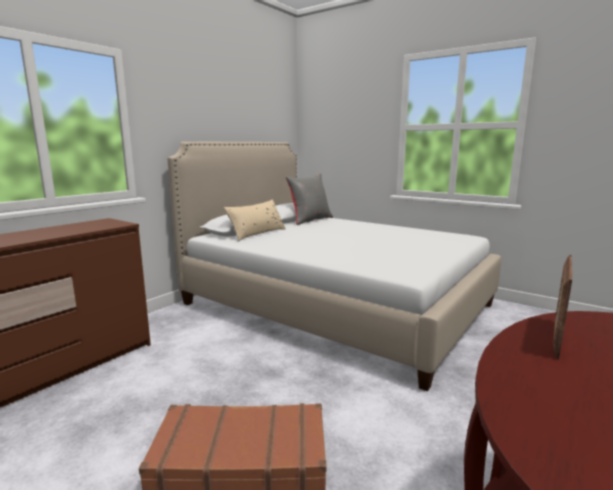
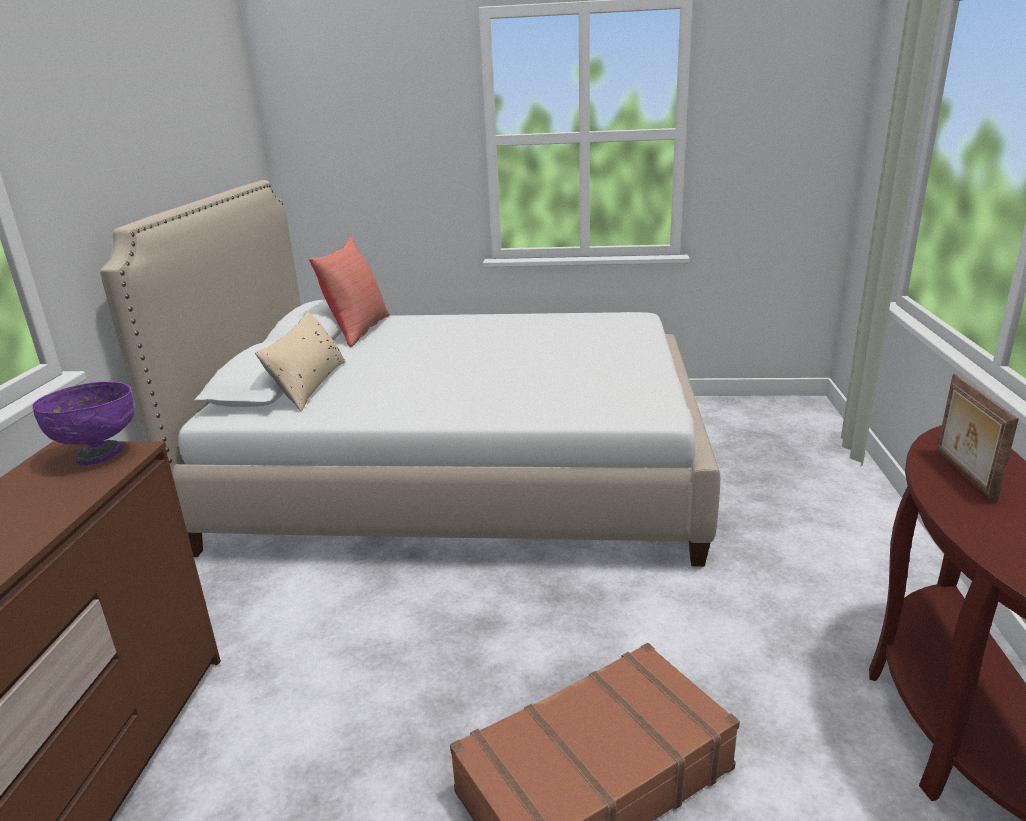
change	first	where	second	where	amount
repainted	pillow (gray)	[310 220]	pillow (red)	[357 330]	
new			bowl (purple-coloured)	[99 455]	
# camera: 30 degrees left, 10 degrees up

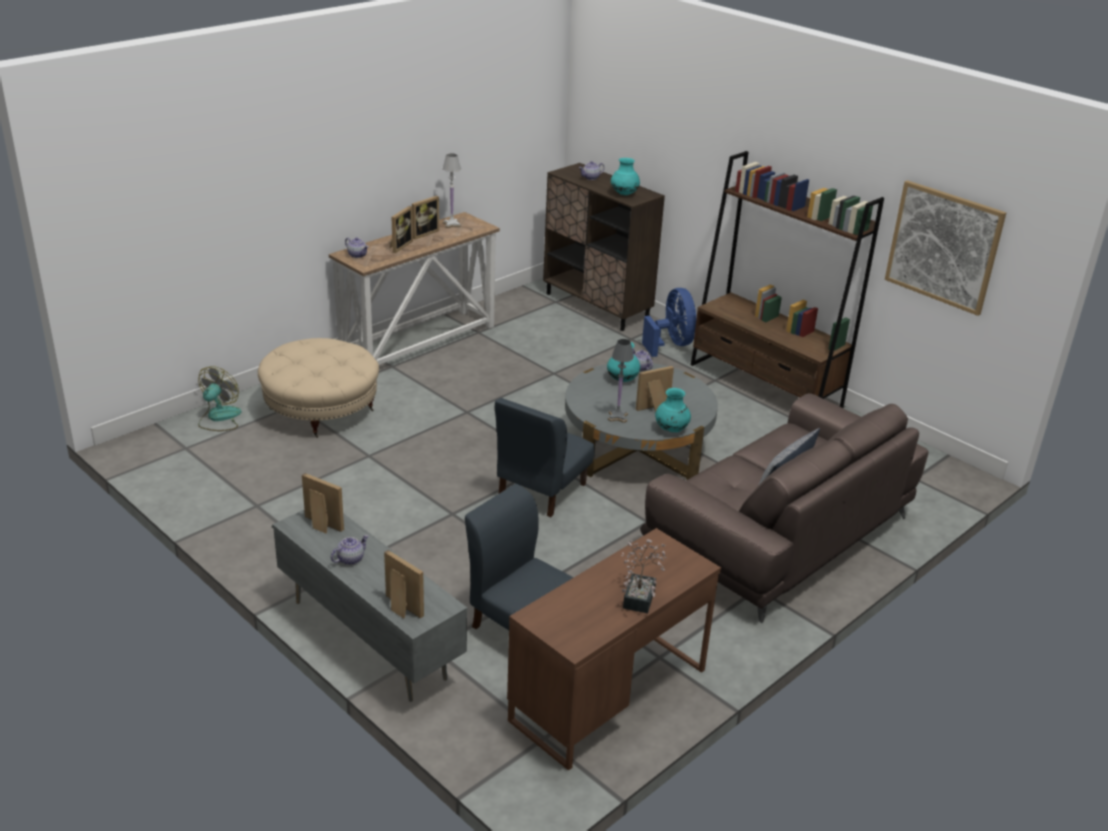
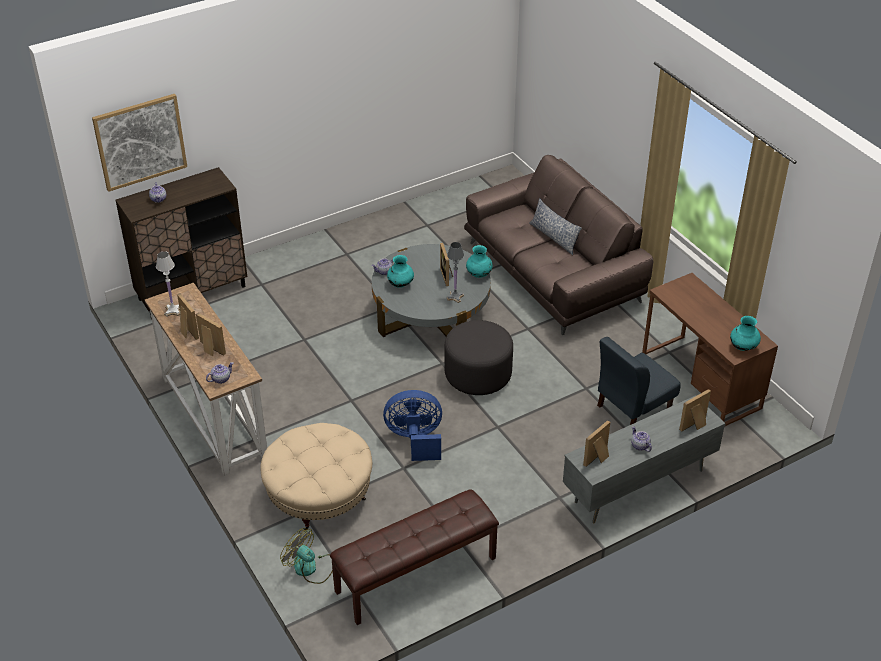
change	first	where	second	where	amount
gone	bookshelf (brown-coloured)	[765 386]			
shifted	vase (blue-green)	[624 194]		[743 347]	
shifted	picture	[943 247]		[140 142]	
shifted	electric fan (bluish)	[671 344]		[415 440]	
swapped	chair (bluish)	[541 491]	ottoman (gray)	[478 374]	
gone	plant in a pot	[640 595]			
new			long seat (brown-coloured)	[416 575]	
# camera: 75 degrees left, 10 degrees up

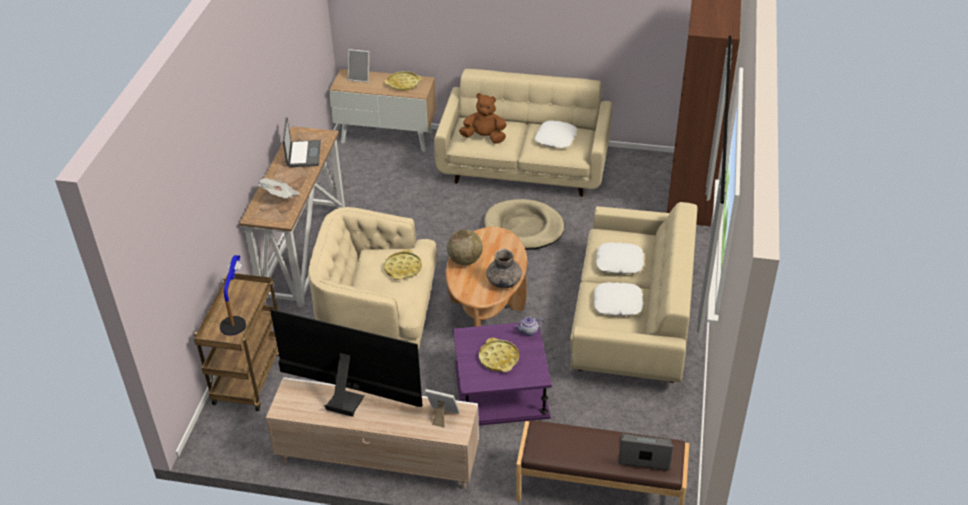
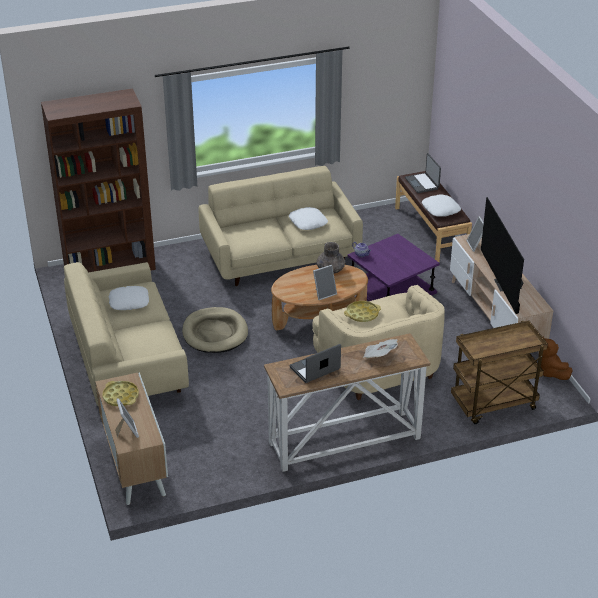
change	first	where	second	where	amount
shifted	soft toy (brown-coloured)	[484 137]		[550 372]	
swapped	world globe	[465 260]	standing frame	[324 293]	
shifted	pillow (white)	[619 263]		[441 209]	
gone	table lamp	[236 315]			
gone	serving tray (yellow-coloured)	[499 358]			
# camera: 120 degrees left, 5 degrees down

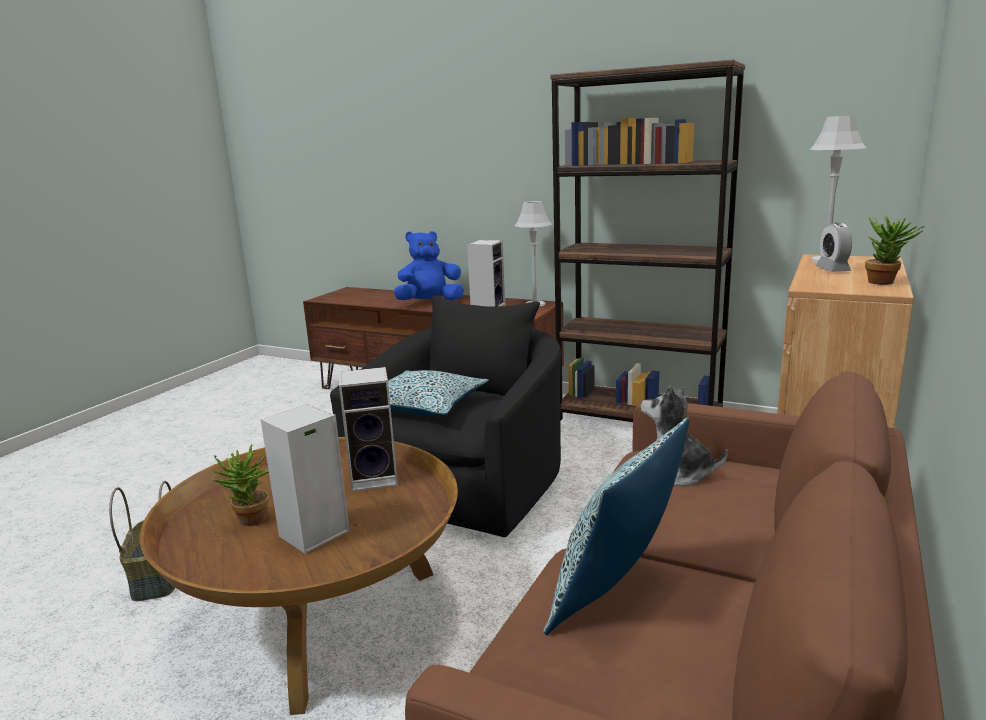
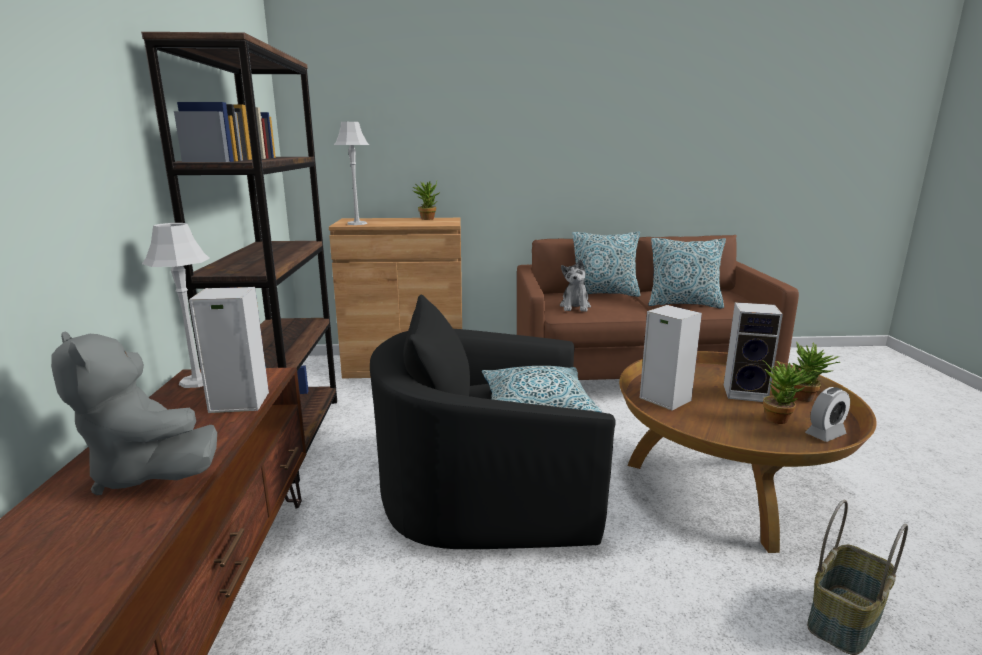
change	first	where	second	where	amount
shifted	table clock	[832 269]		[825 434]	
repainted	soft toy (bluish)	[429 302]	soft toy (gray)	[148 473]	
new			pillow	[604 294]	
new			plant in a pot	[807 399]	
# camera: 120 degrees left, 0 degrees up

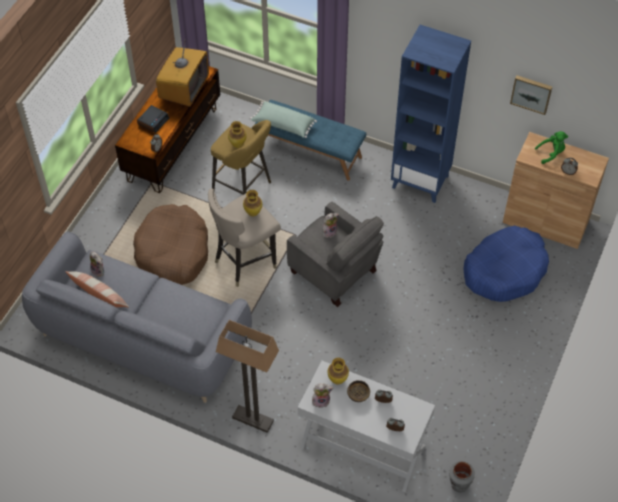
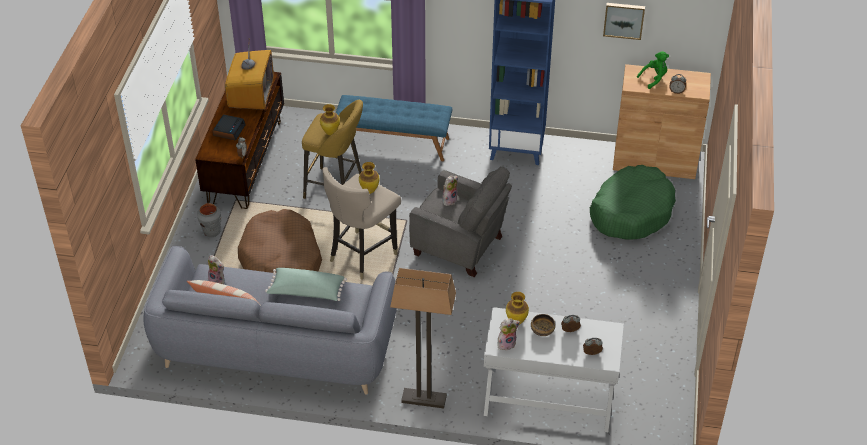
change	first	where	second	where	amount
shifted	pillow (green-coloured)	[283 125]		[306 292]	
repainted	pet bed (bluish)	[504 270]	pet bed (green-coloured)	[631 211]	
shifted	vase (gray)	[459 484]		[211 231]	
# camera: 15 degrees left, 10 degrees down

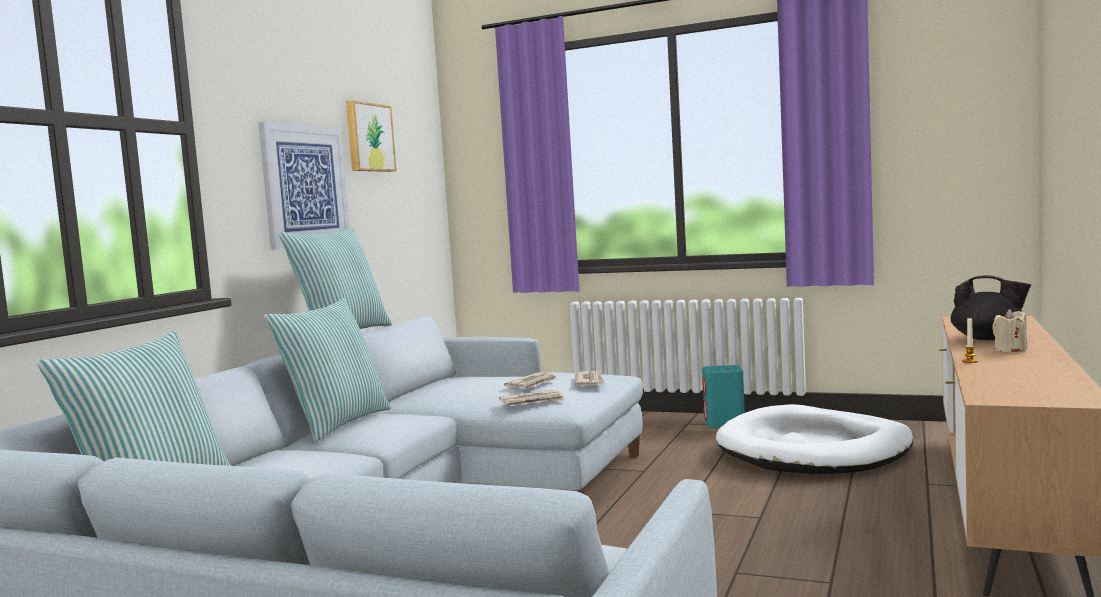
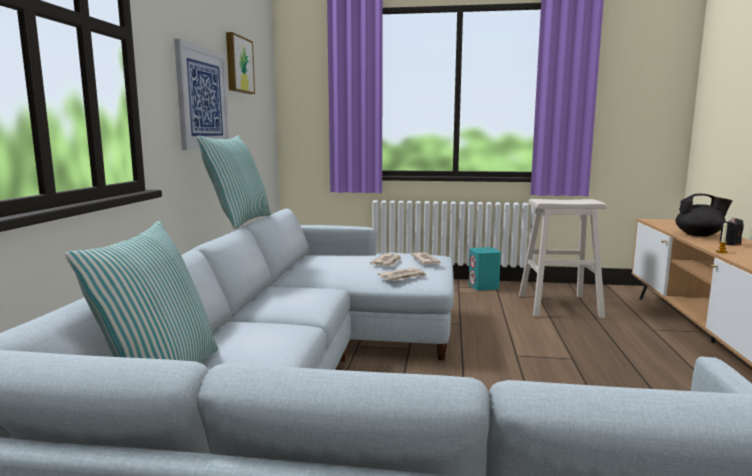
change	first	where	second	where	amount
gone	pillow	[336 424]			
repainted	candle (sand-coloured)	[1010 350]	candle (black)	[730 244]	
swapped	pet bed (white)	[814 450]	stool (sand-coloured)	[559 306]	
# camera: 15 degrees left, 5 degrees up

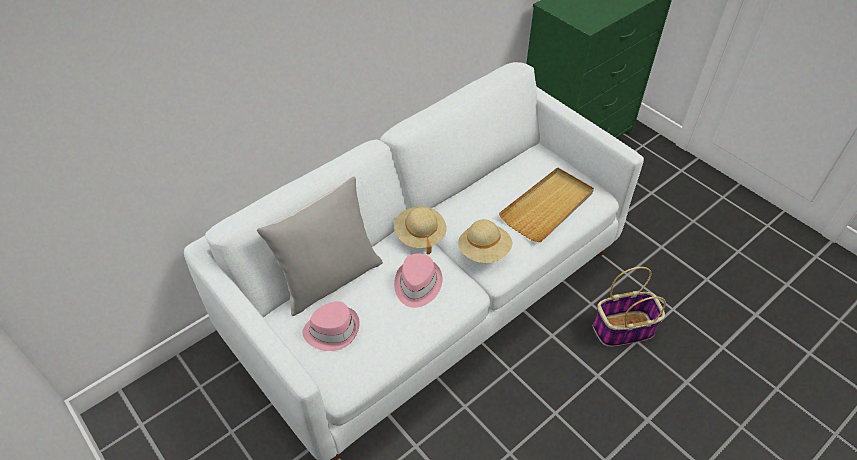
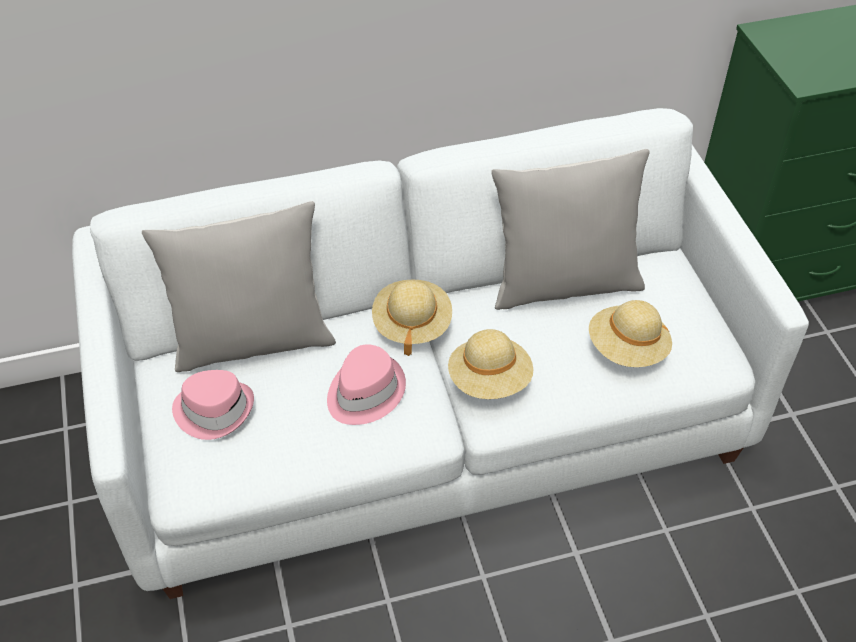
change	first	where	second	where	amount
swapped	serving tray (sand-coloured)	[548 207]	hat (sand-coloured)	[627 349]	
gone	basket	[623 330]			
new			pillow (gray)	[563 284]	
# camera: 25 degrees right, 0 degrees up

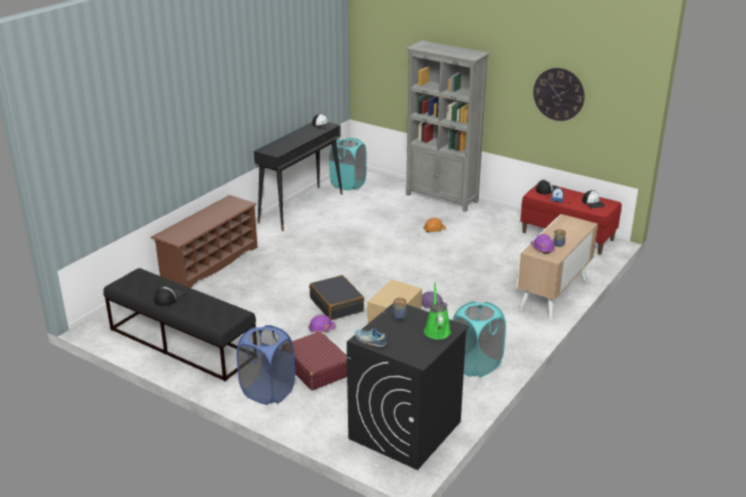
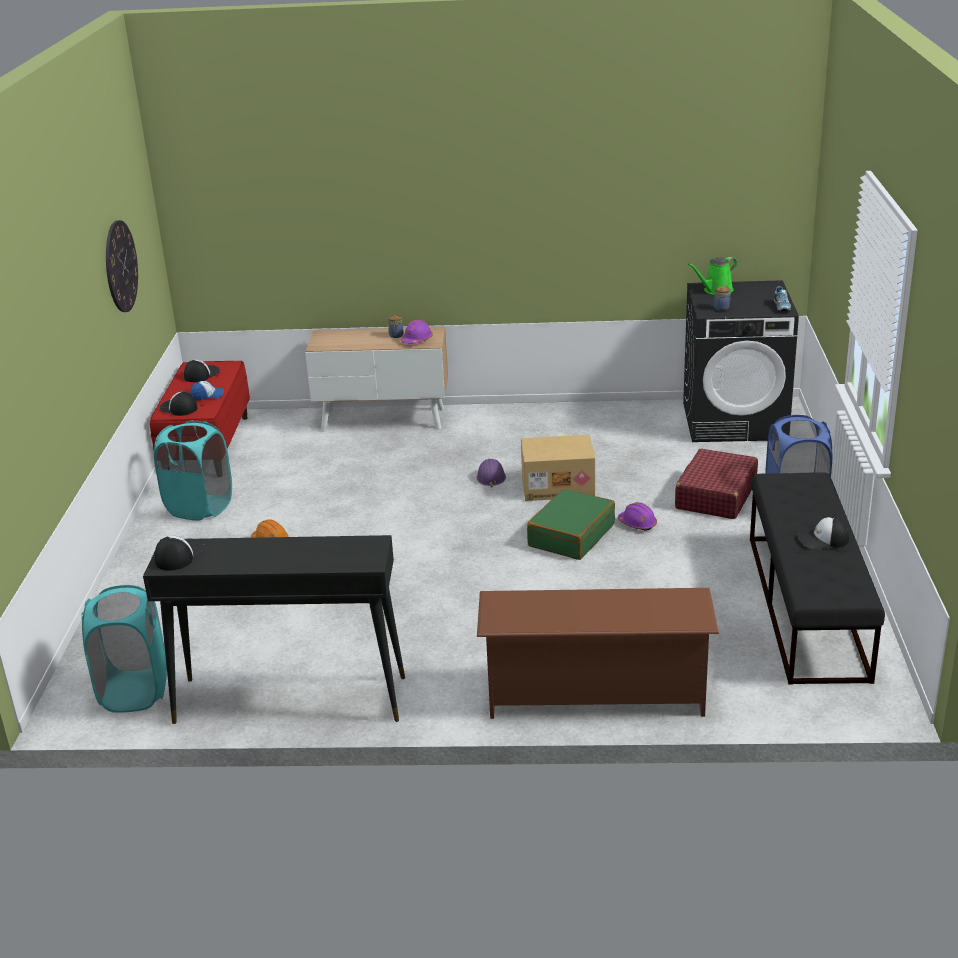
change	first	where	second	where	amount
gone	bookshelf (gray)	[442 198]			
repainted	suitcase (black)	[337 304]	suitcase (green-coloured)	[571 535]	
shifted	laundry basket (blue-green)	[475 365]		[200 507]	
# camera: 120 degrees left, 0 degrees up

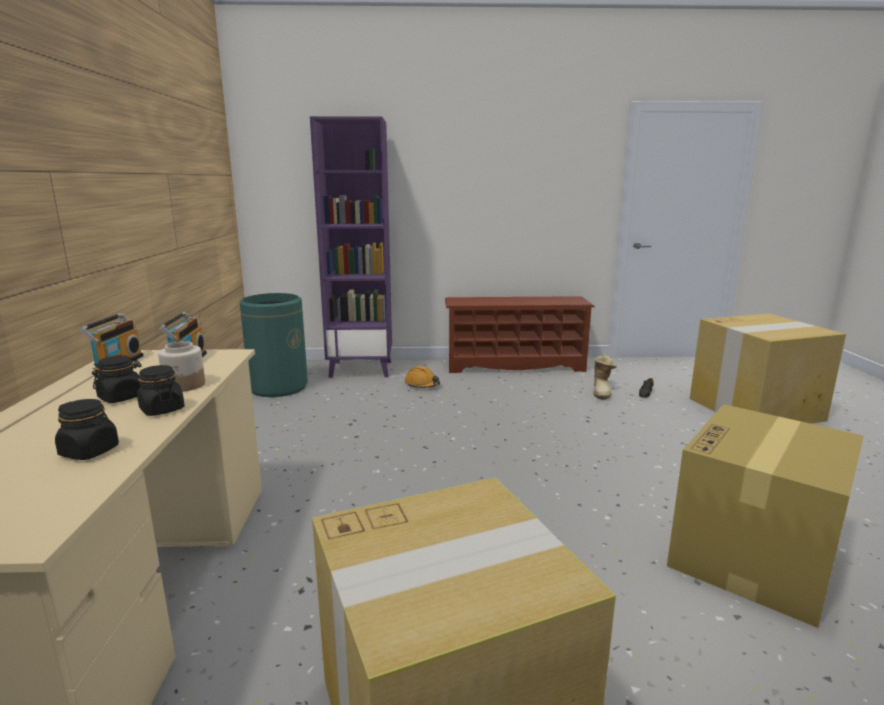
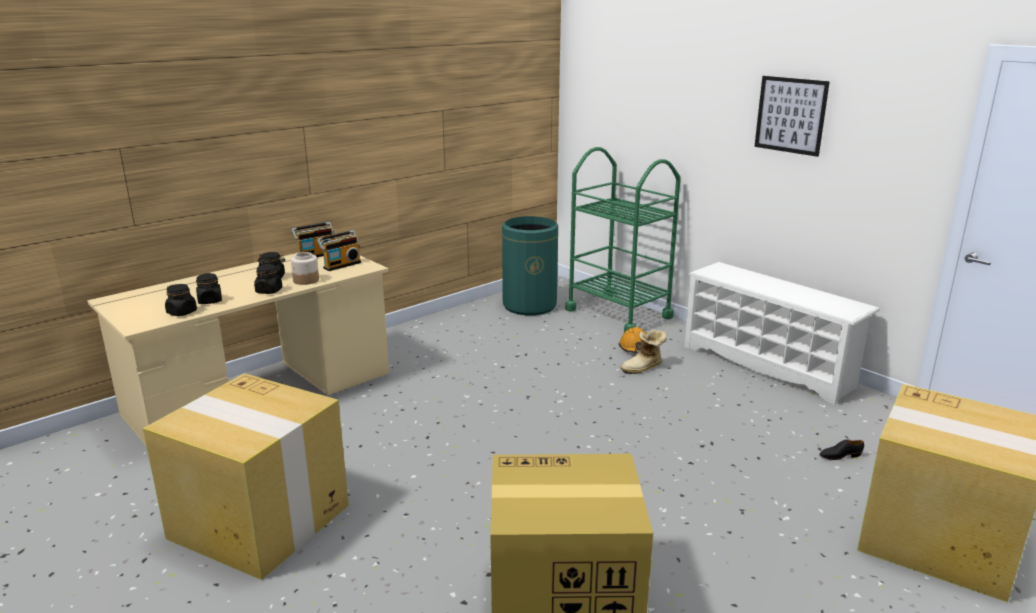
change	first	where	second	where	amount
swapped	bookshelf (purple-coloured)	[361 369]	wheeled cart (green-coloured)	[618 313]	
repainted	shoe rack (brown-coloured)	[515 365]	shoe rack (white)	[769 366]	
shifted	tall boot	[602 392]		[643 368]	
new			picture	[790 115]	
new			jar (black)	[182 312]	
# camera: 50 degrees right, 5 degrees up

